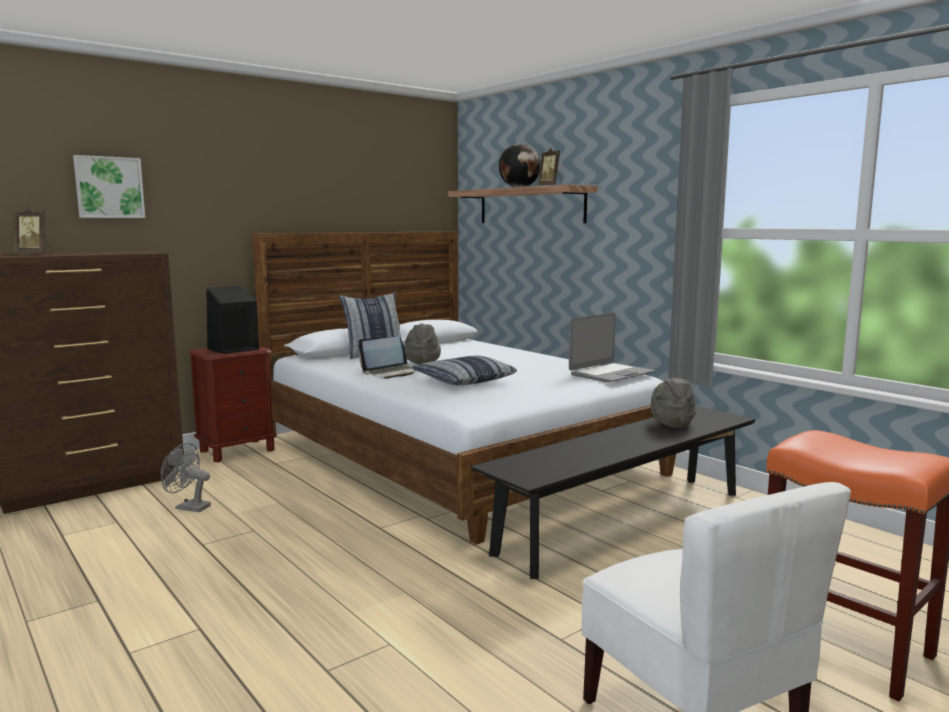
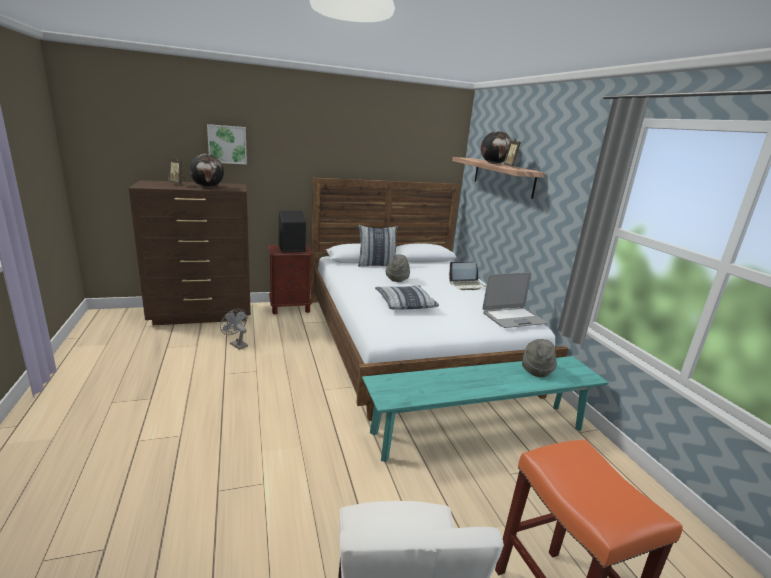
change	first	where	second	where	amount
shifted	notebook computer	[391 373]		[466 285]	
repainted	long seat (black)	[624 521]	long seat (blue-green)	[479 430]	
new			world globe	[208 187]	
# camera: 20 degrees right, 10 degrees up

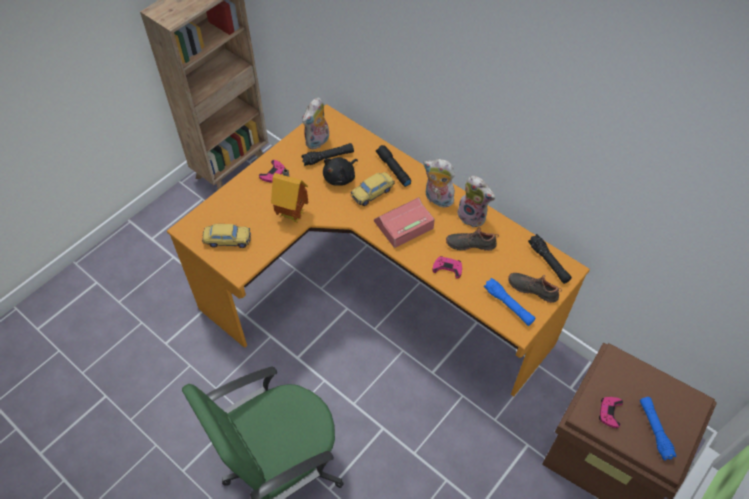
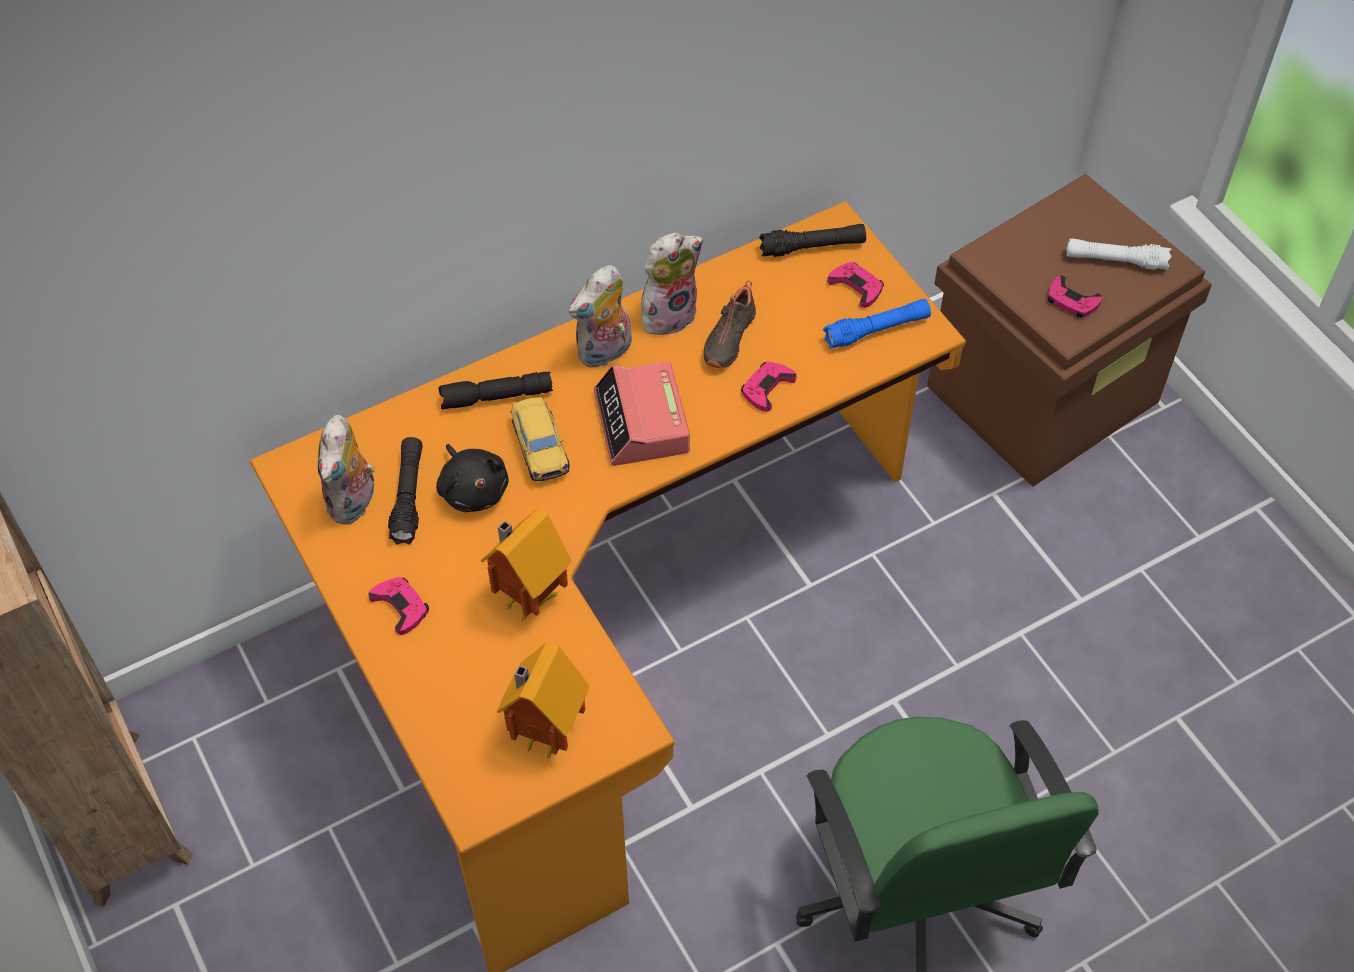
change	first	where	second	where	amount
rotated	soft toy	[318 142]		[354 503]	45 degrees clockwise
swapped	miniature car	[227 240]	toy house	[544 733]	
swapped	low shoe (black)	[533 289]	joypad (pink-coloured)	[856 287]	
repainted	torch (bluish)	[654 430]	torch (white)	[1115 260]	
# camera: 70 degrees left, 0 degrees up

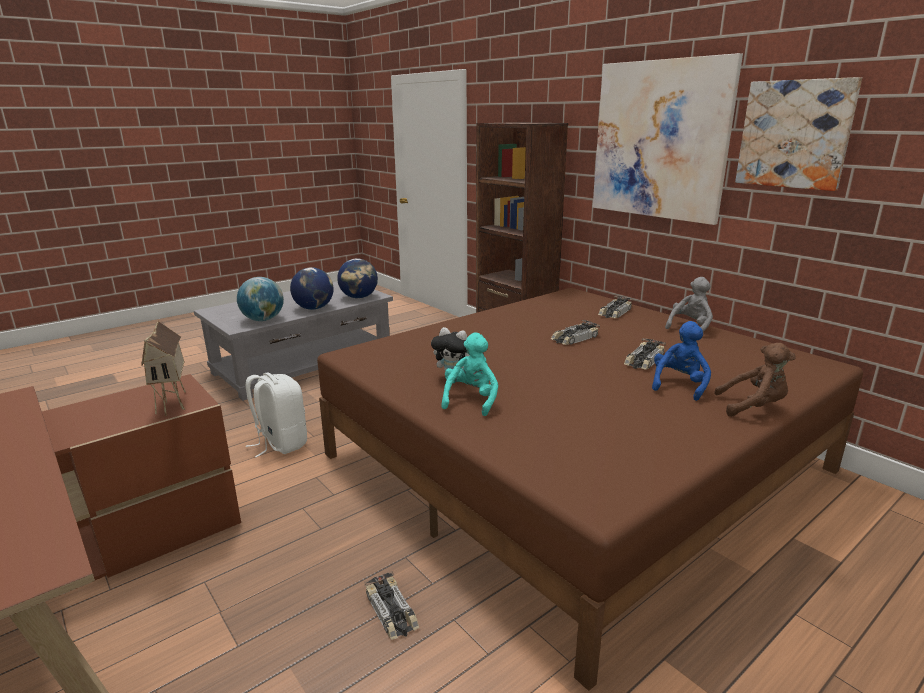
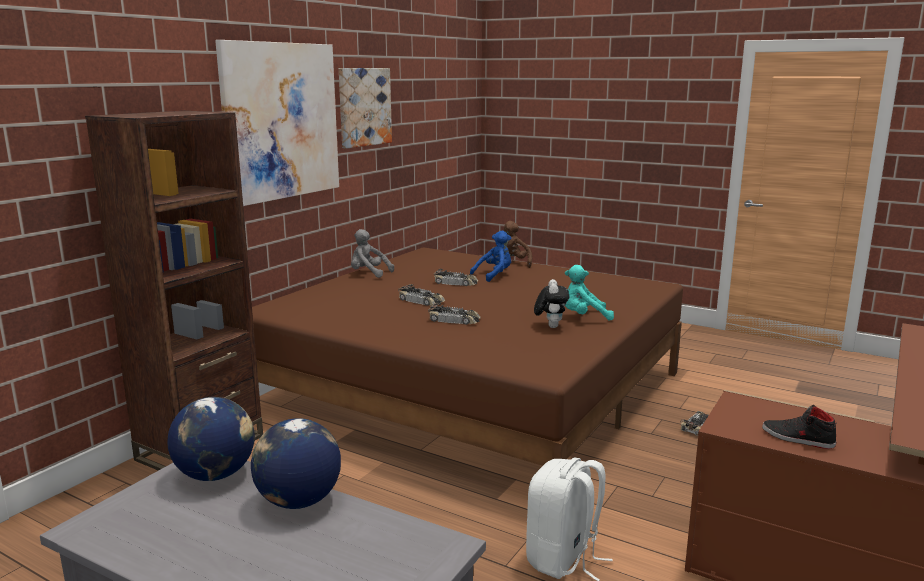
change	first	where	second	where	amount
gone	world globe	[263 320]			
shifted	miniature car	[614 312]		[454 320]	
gone	toy house	[174 404]			
rotated	soft toy (bluish)	[679 385]		[494 275]	135 degrees clockwise
new			low shoe (black)	[797 438]	
# camera: 110 degrees left, 5 degrees down

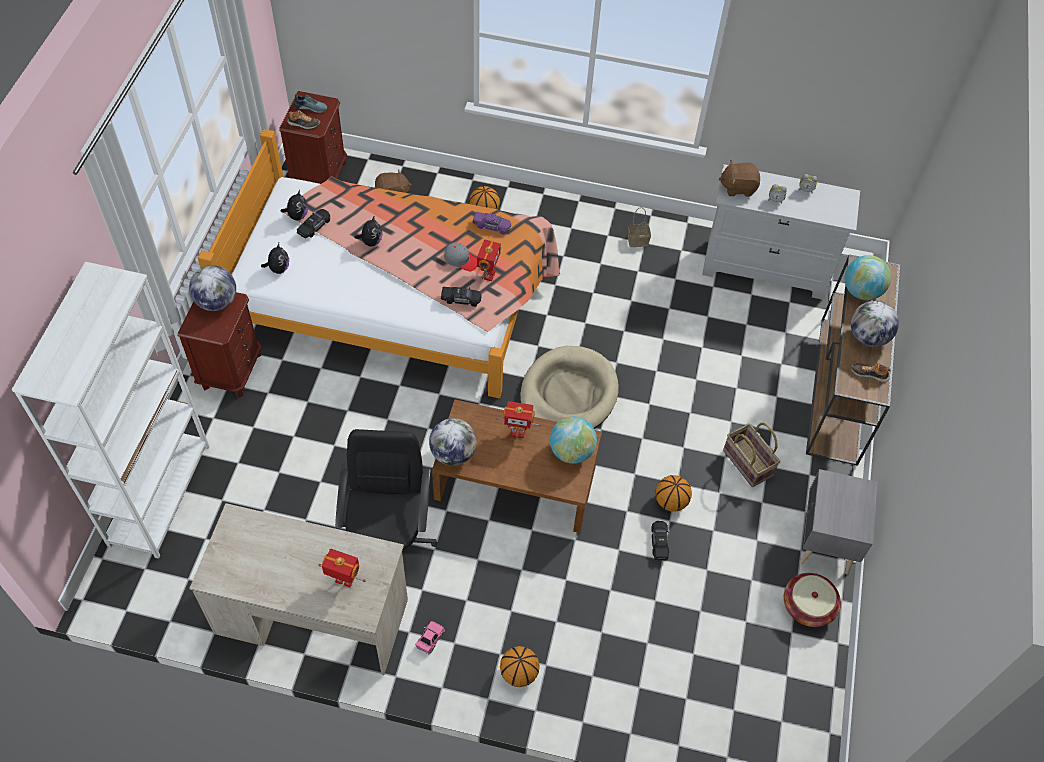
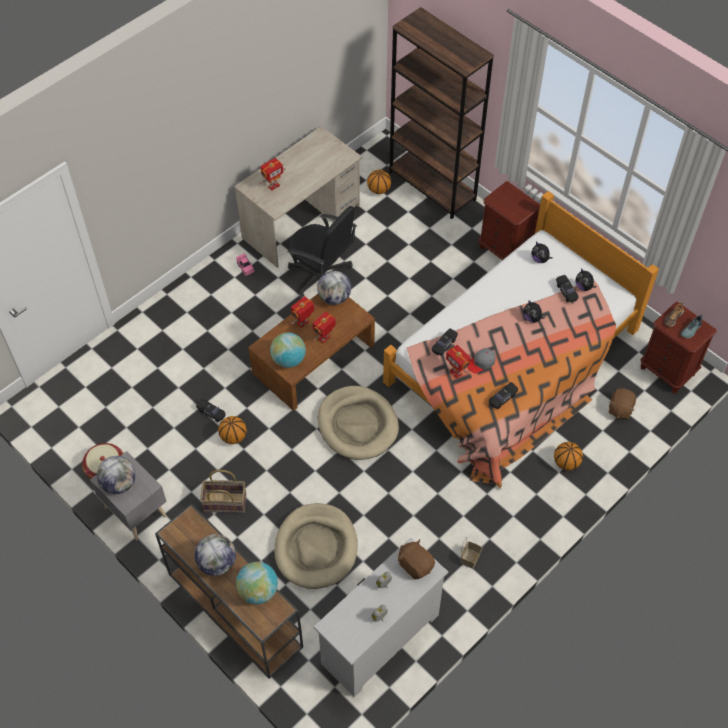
change	first	where	second	where	amount
rotated	soft toy (brown-coloured)	[738 187]		[415 564]	75 degrees counterclockwise
repainted	miniature car (purple-coloured)	[492 226]	miniature car (black)	[502 398]	
repainted	bookshelf (white)	[159 494]	bookshelf (brown-coloured)	[432 186]	
shifted	world globe	[216 302]		[119 483]	
gone	low shoe	[869 373]			
shifted	basketball	[518 673]		[378 189]	
new			model robot	[303 323]	
new			pet bed (sand-coloured)	[316 548]	
# camera: 125 degrees right, 0 degrees up

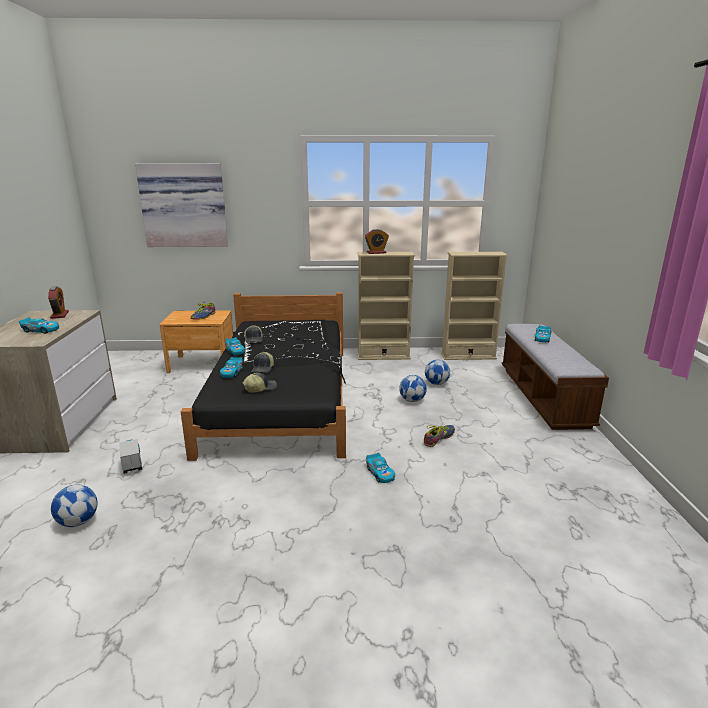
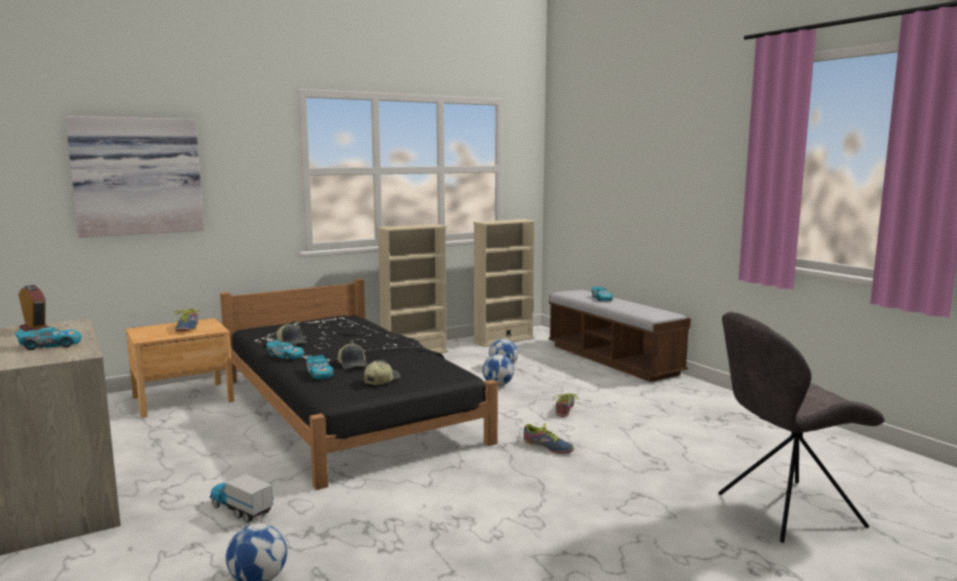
change	first	where	second	where	amount
gone	table clock	[376 252]			
swapped	miniature car	[380 473]	low shoe	[548 447]	
new			chair (gray)	[784 511]	
# camera: 30 degrees left, 10 degrees down

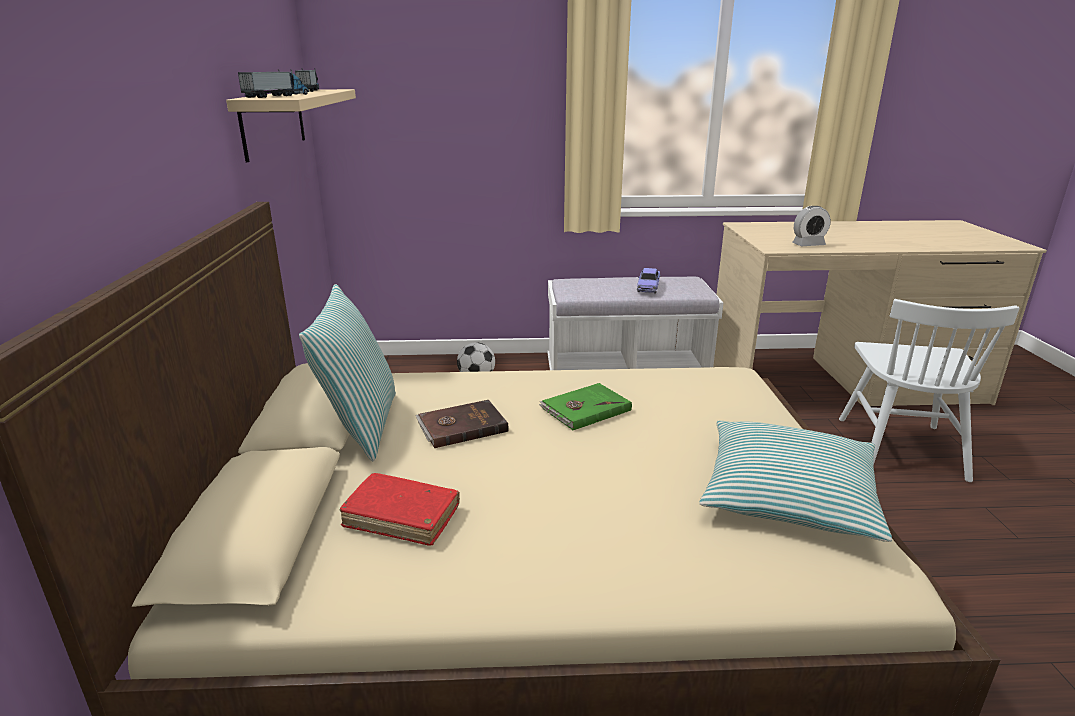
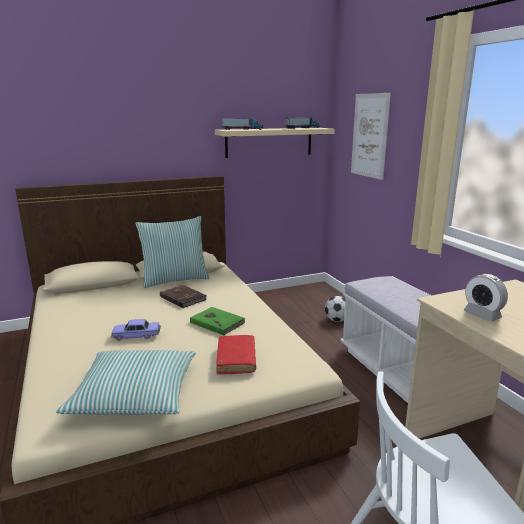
change	first	where	second	where	amount
shifted	miniature car	[648 287]		[136 335]	
shifted	volume (red)	[402 517]		[236 360]	
new			picture	[369 135]	
# camera: 70 degrees right, 5 degrees down

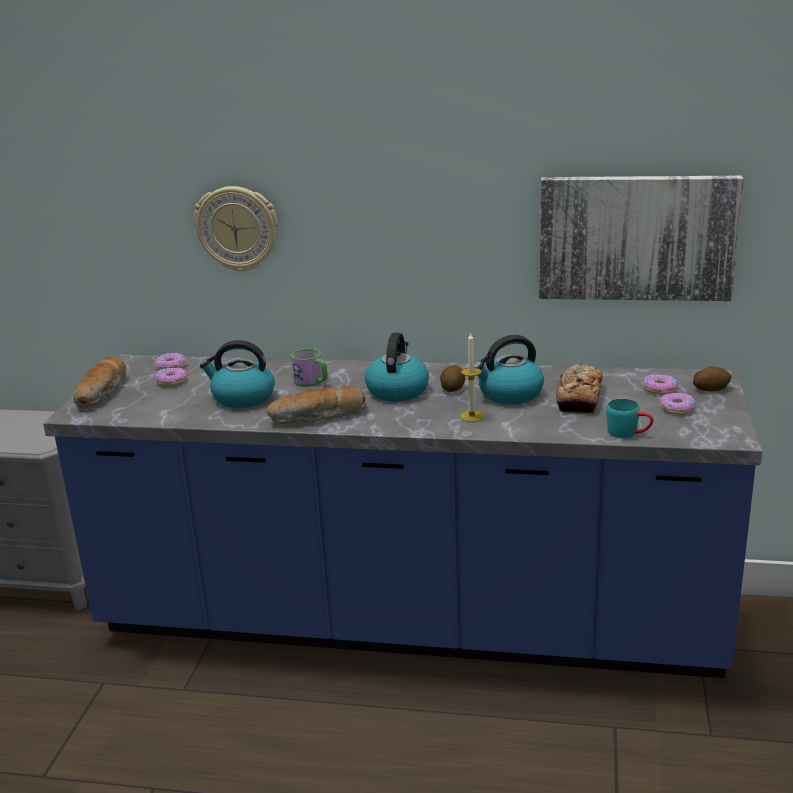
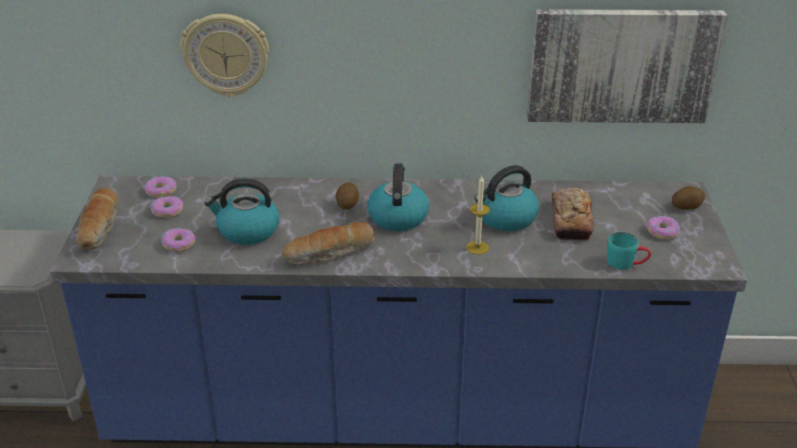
change	first	where	second	where	amount
gone	coffee mug	[312 382]			
shifted	whole potato	[452 388]		[347 204]	
shifted	ring doughnut	[659 389]		[178 244]	
# camera: 10 degrees left, 10 degrees up

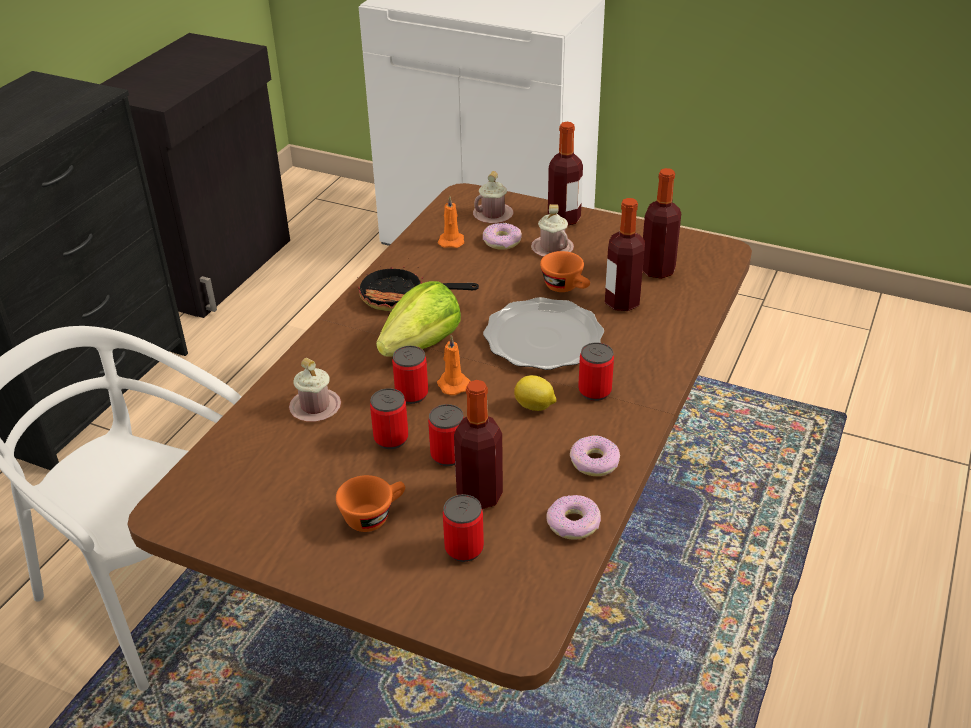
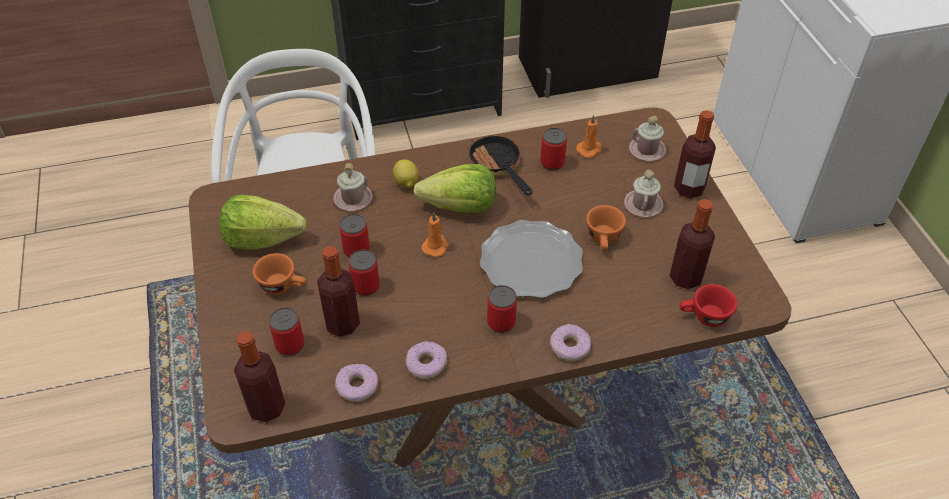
change	first	where	second	where	amount
shifted	drink bottle	[622 302]		[266 407]	
shifted	ring doughnut	[502 242]		[569 347]	
shifted	can	[411 394]		[552 163]	
shifted	whole lemon	[535 407]		[406 183]	
new			head of lettuce	[262 239]	
new			drinking cup (red)	[704 317]	
# camera: 50 degrees right, 10 degrees up

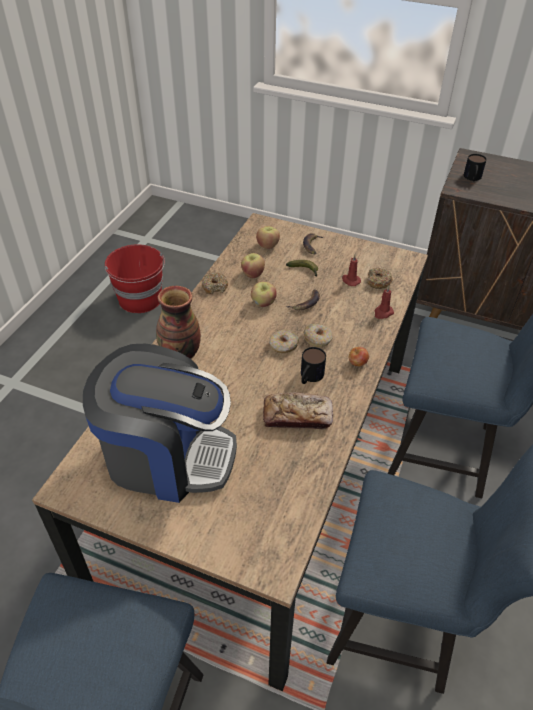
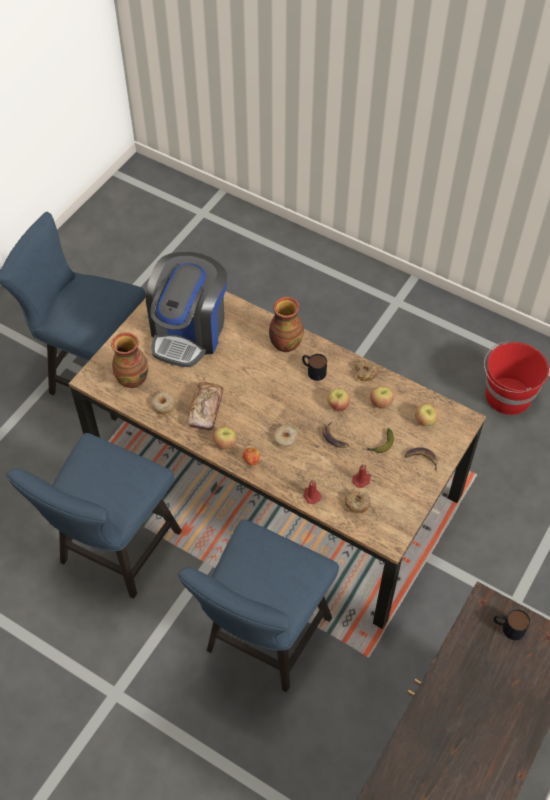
change	first	where	second	where	amount
shifted	ring doughnut	[283 345]		[163 405]	
shifted	coffee mug	[309 377]		[313 370]	
new			vase	[132 379]	
new			apple	[225 443]	
# camera: 100 degrees right, 10 degrees up

